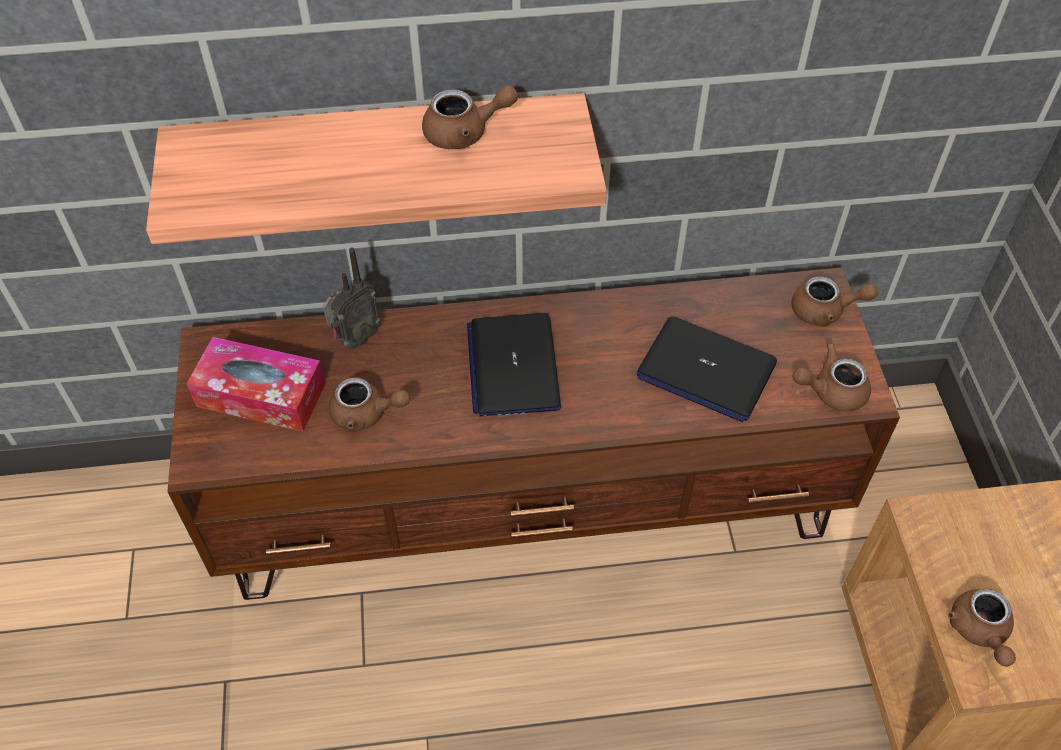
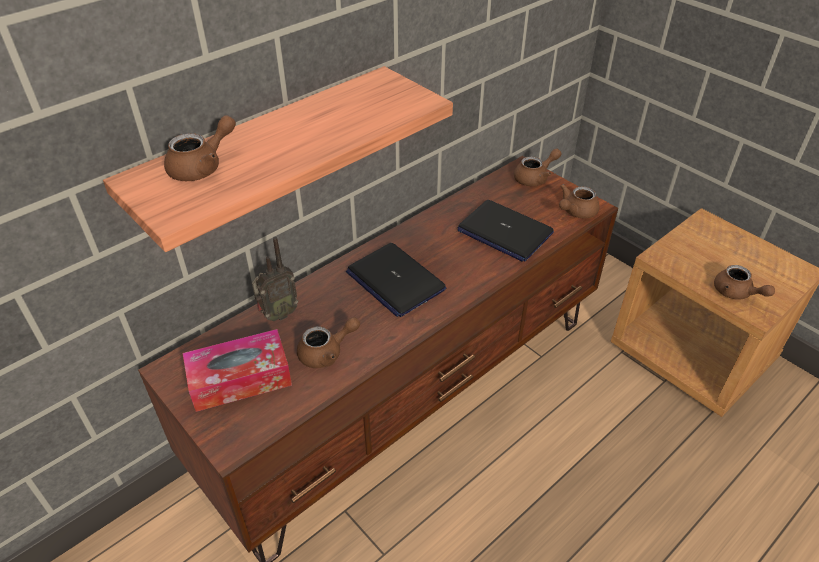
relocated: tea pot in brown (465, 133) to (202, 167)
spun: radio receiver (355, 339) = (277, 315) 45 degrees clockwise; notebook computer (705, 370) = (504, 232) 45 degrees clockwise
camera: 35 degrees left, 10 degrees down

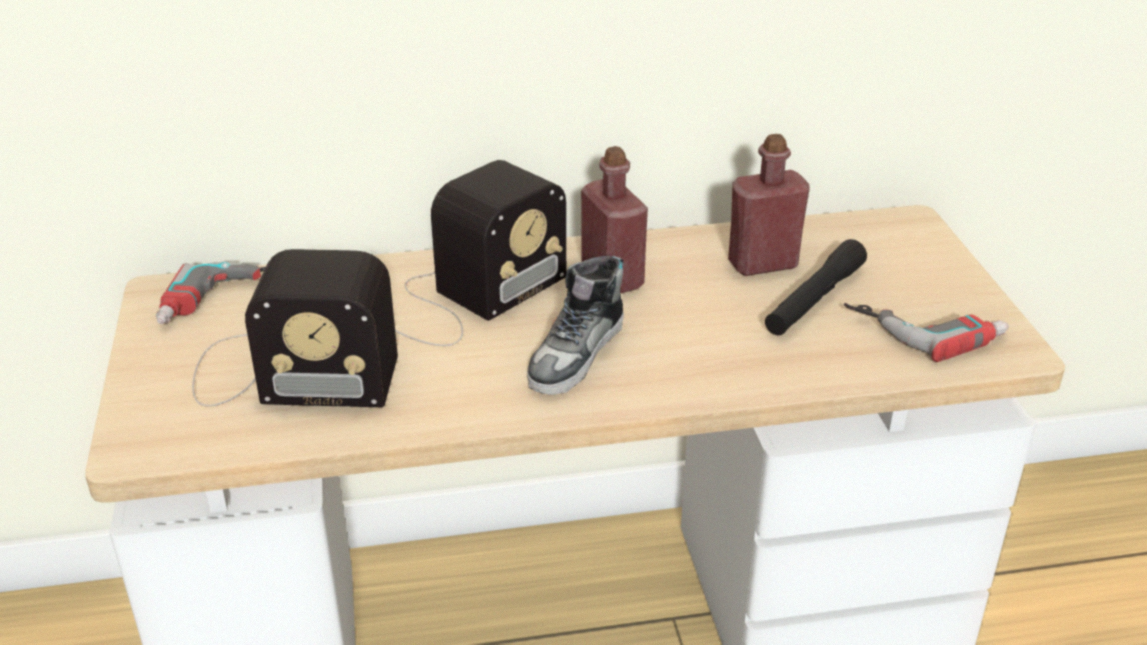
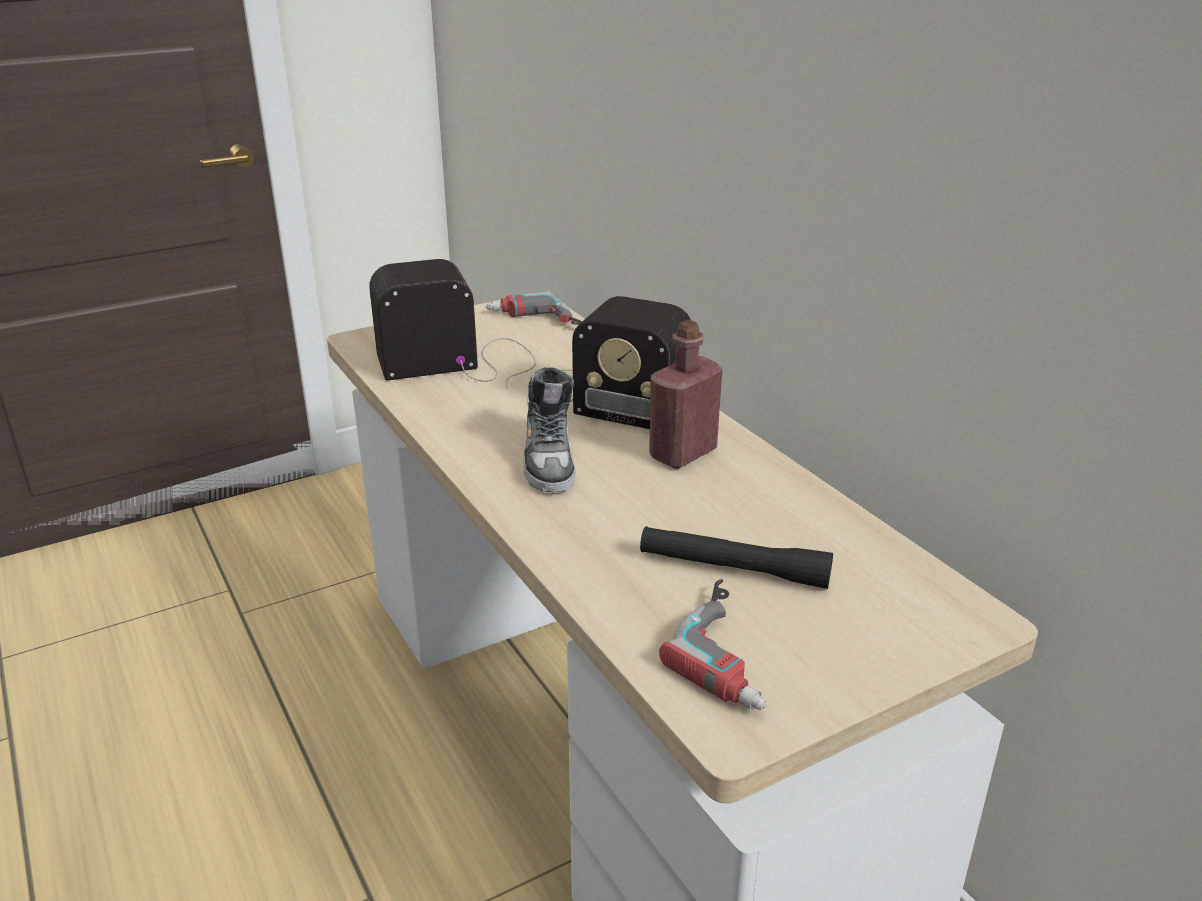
missing: beverage bottle in red-coloured (762, 264)
spun: radio receiver (287, 373) = (462, 361) 90 degrees clockwise; low shoe (577, 355) = (549, 459) 105 degrees counterclockwise
camera: 70 degrees right, 5 degrees down

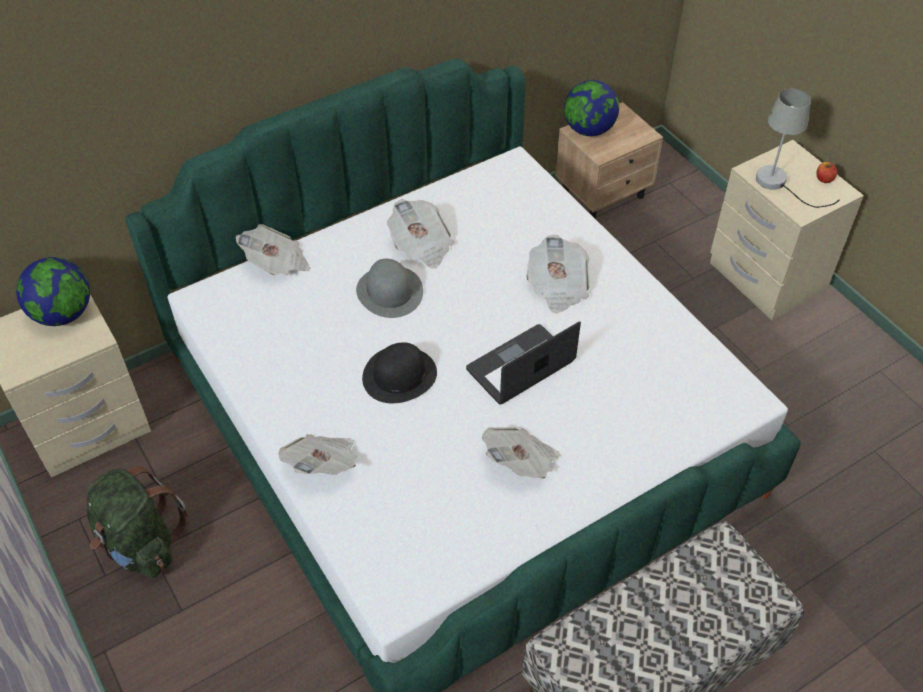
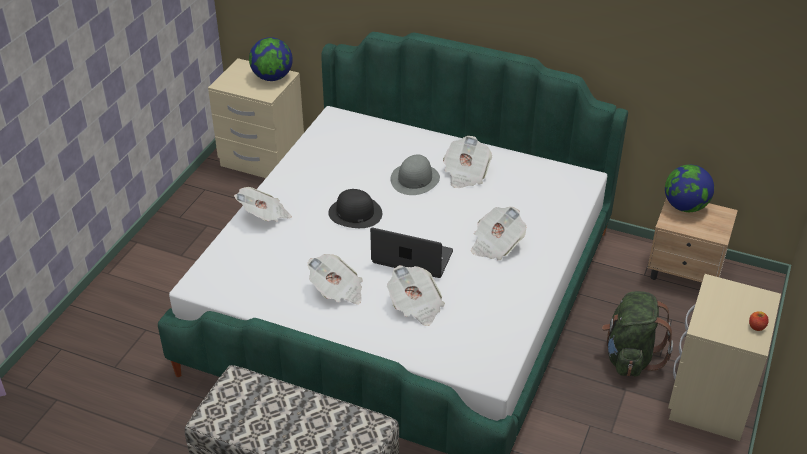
missing: lamp for a table in grey (779, 184)
relocated: rucksack in green-coloured (141, 544) to (630, 357); daily paper (277, 264) to (416, 306)
camera: 55 degrees right, 10 degrees down

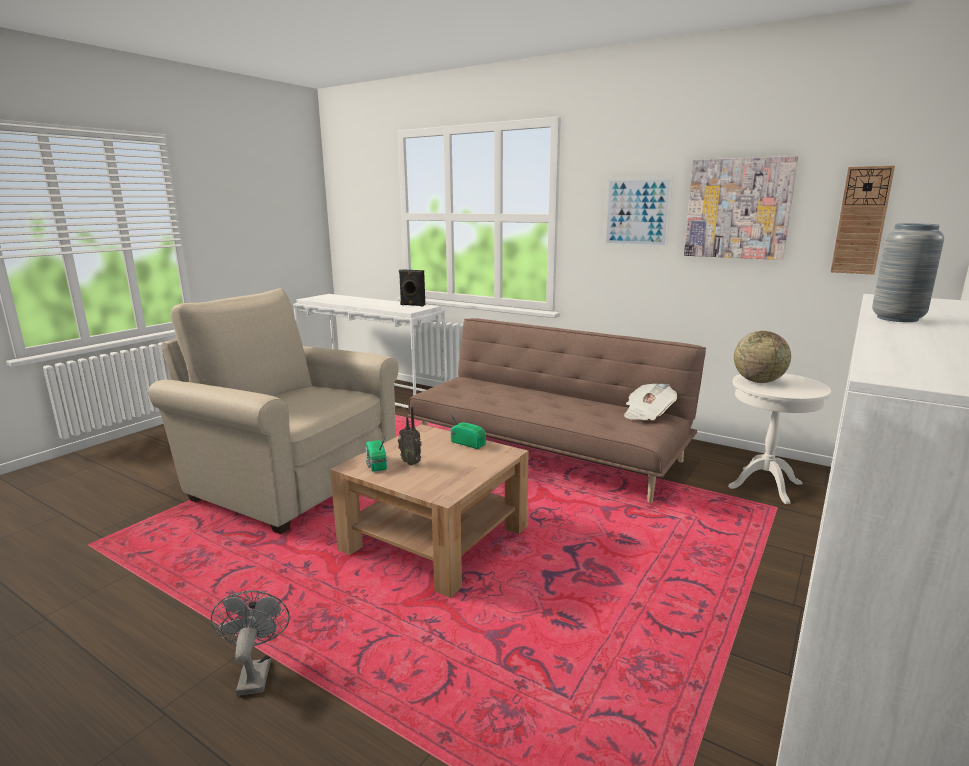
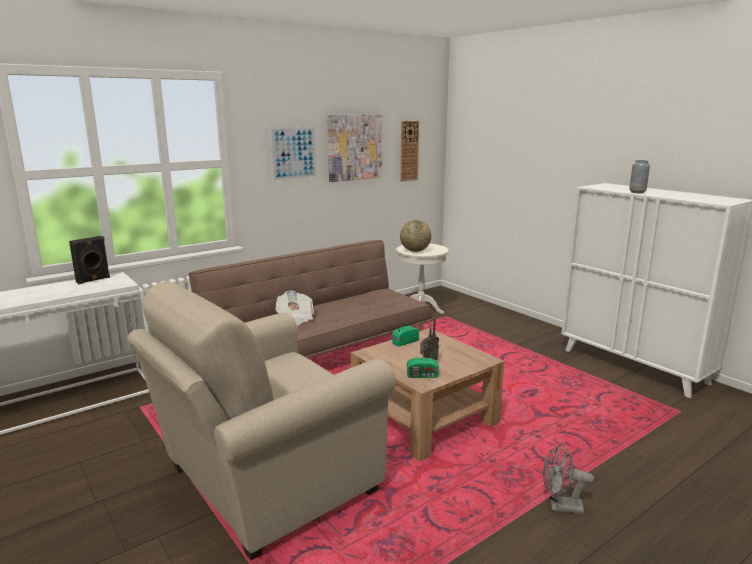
relocated: daily paper (647, 414) to (295, 318)
camera: 70 degrees left, 0 degrees up

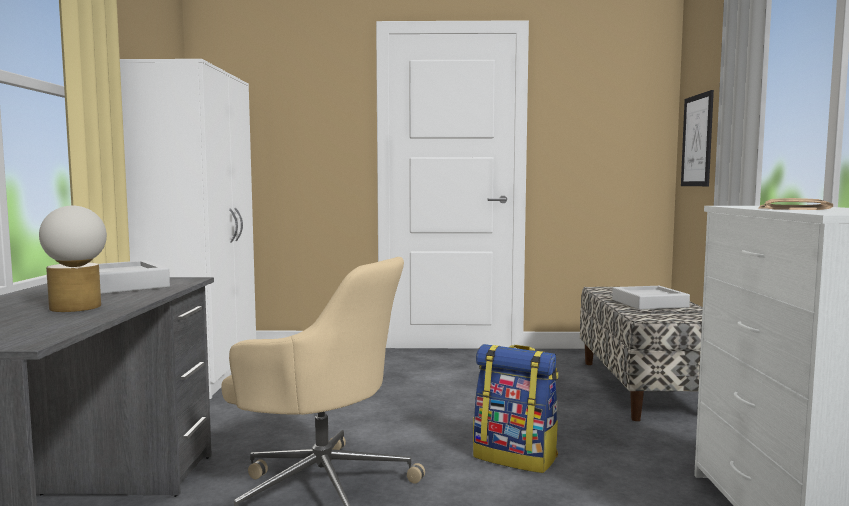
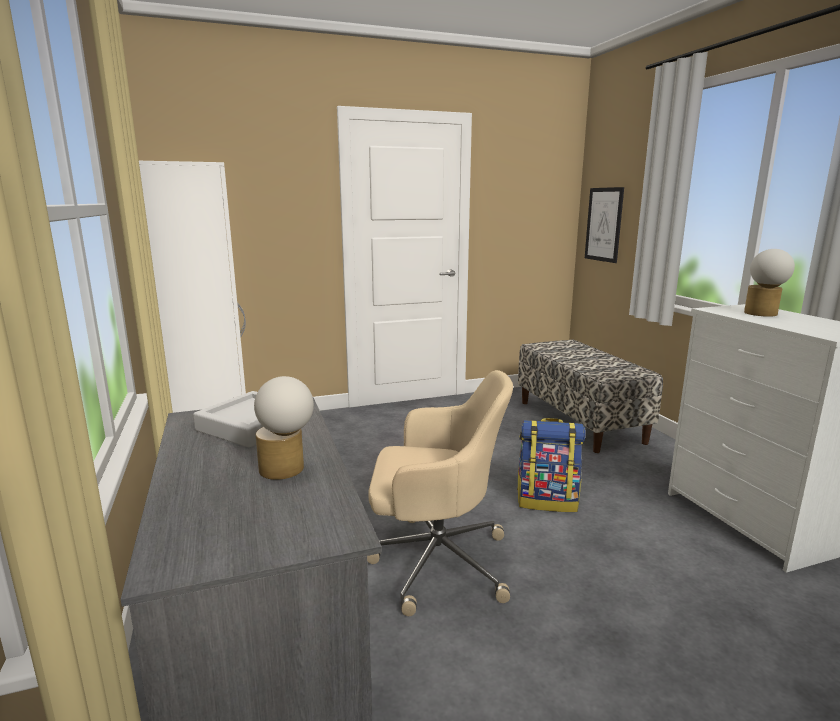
missing: carrying tray in grey (649, 303)
exchanged: daily paper (791, 207) to lamp for a table (762, 314)
camera: 20 degrees left, 10 degrees up

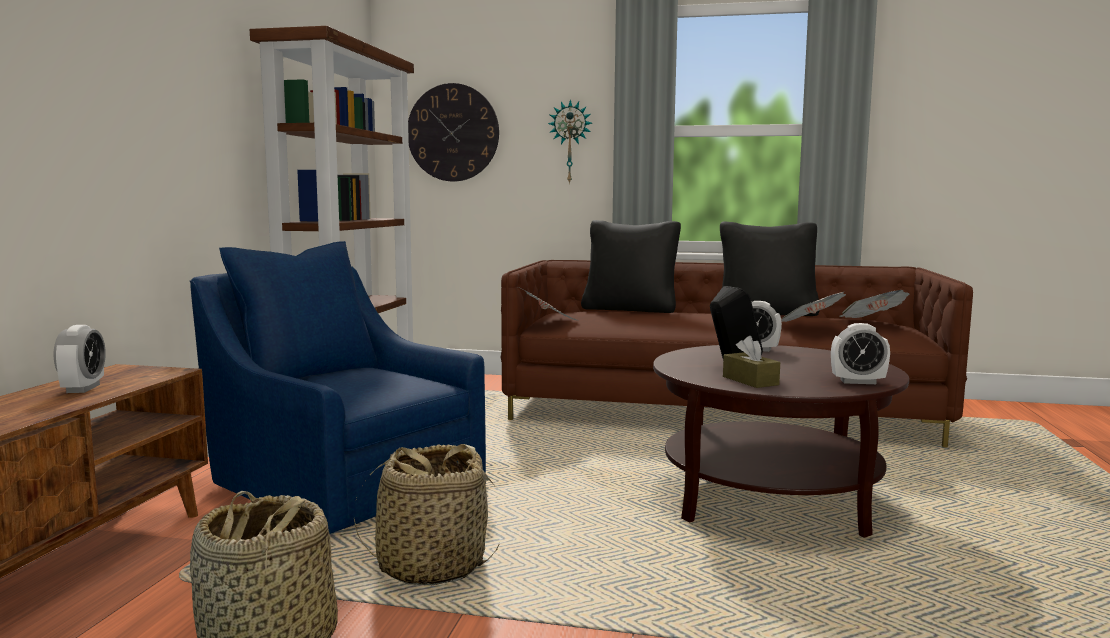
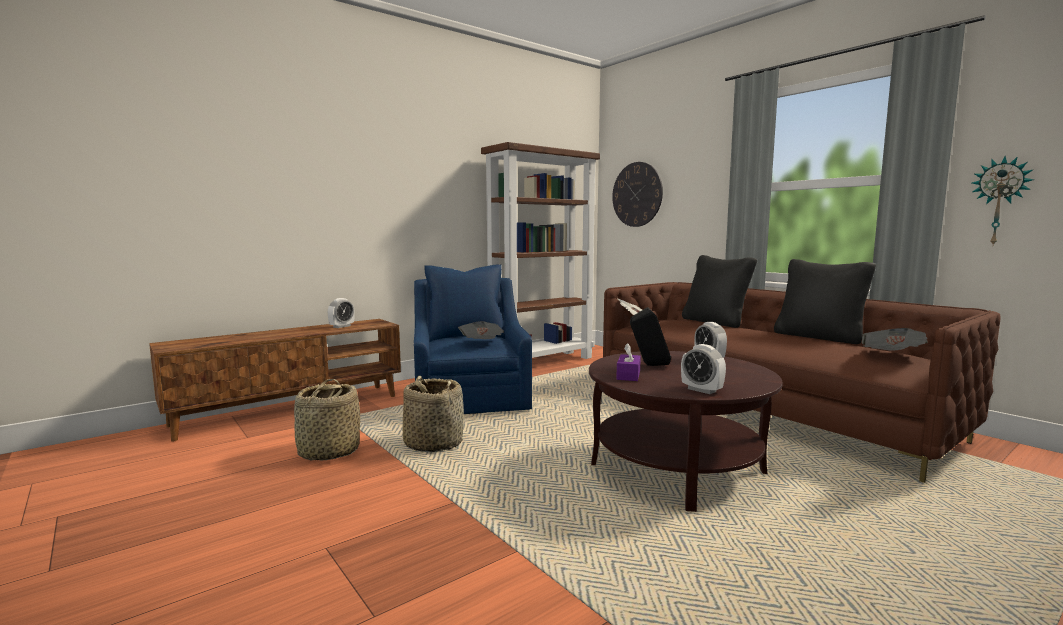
relocated: wall clock (570, 142) to (999, 201); daily paper (809, 325) to (482, 343)
colour: tissue box in brown (750, 381) to tissue box in purple (628, 375)
camera: 40 degrees right, 0 degrees up

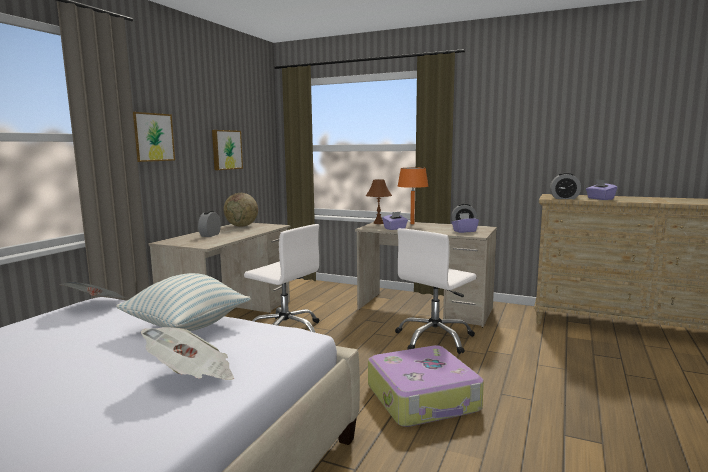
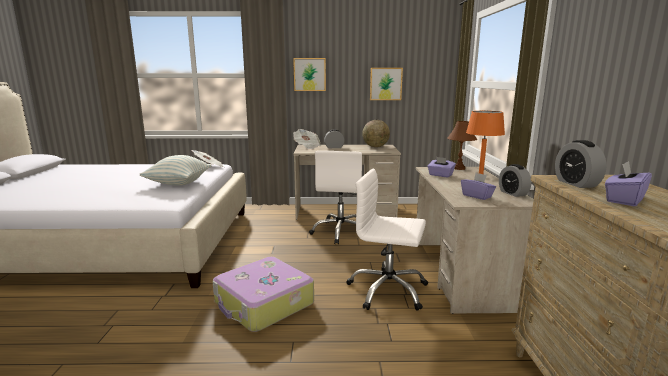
relocated: daily paper (192, 375) to (307, 147)
camera: 65 degrees right, 5 degrees up

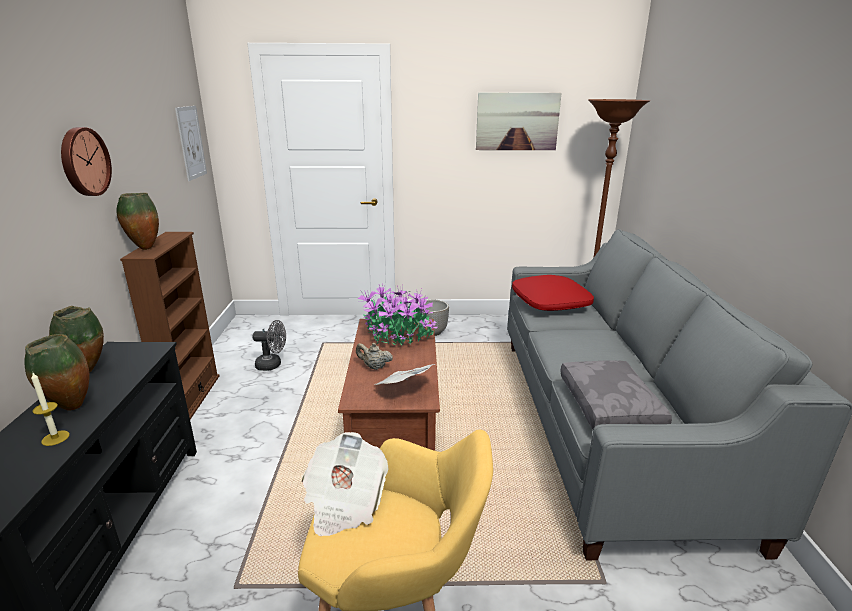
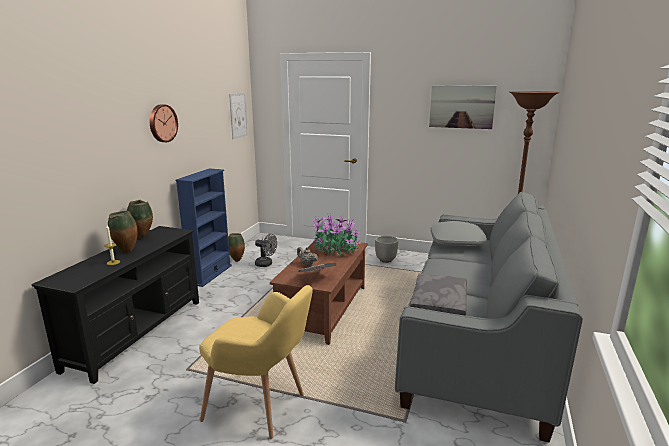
missing: daily paper (344, 502)
relocated: flower vase (144, 248) to (236, 260)
colour: shelving unit in brown (191, 397) to shelving unit in blue (210, 274); throw pillow in red-coloured (551, 302) to throw pillow in grey (457, 241)
camera: 20 degrees right, 5 degrees down

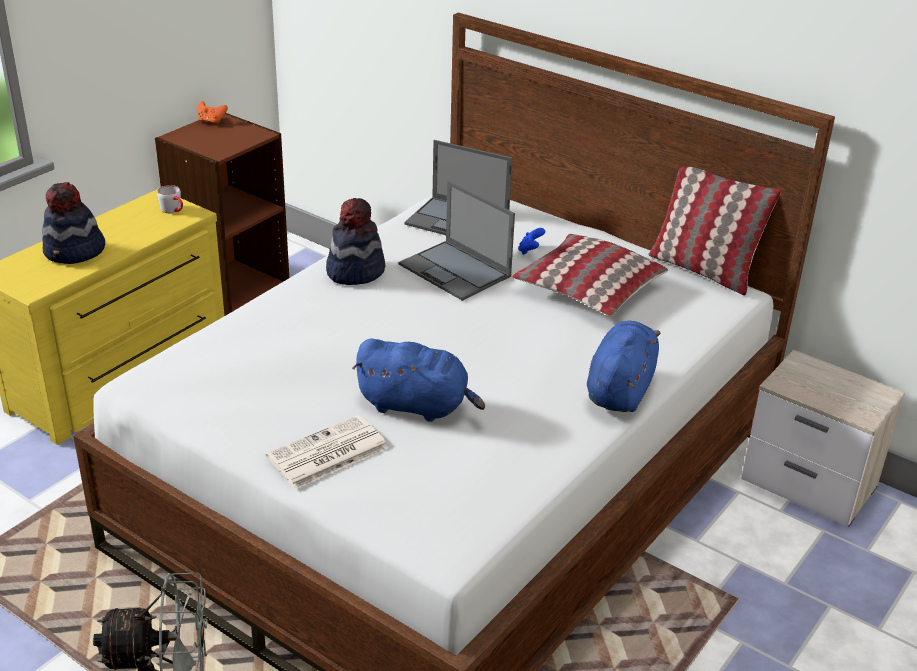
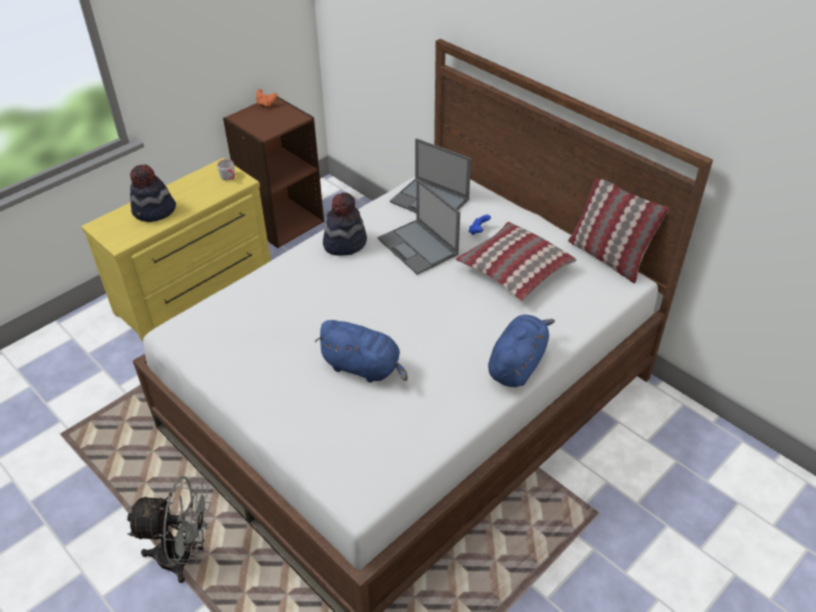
missing: daily paper (327, 454); nightstand (810, 485)
camera: 10 degrees right, 10 degrees up

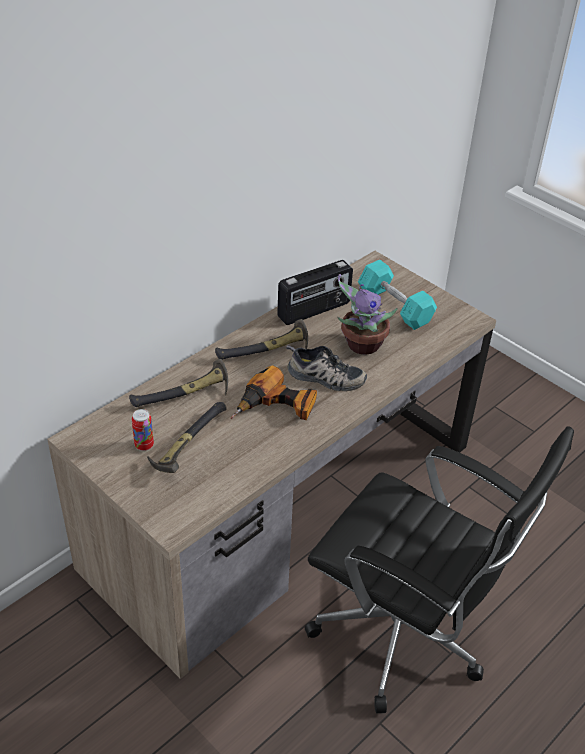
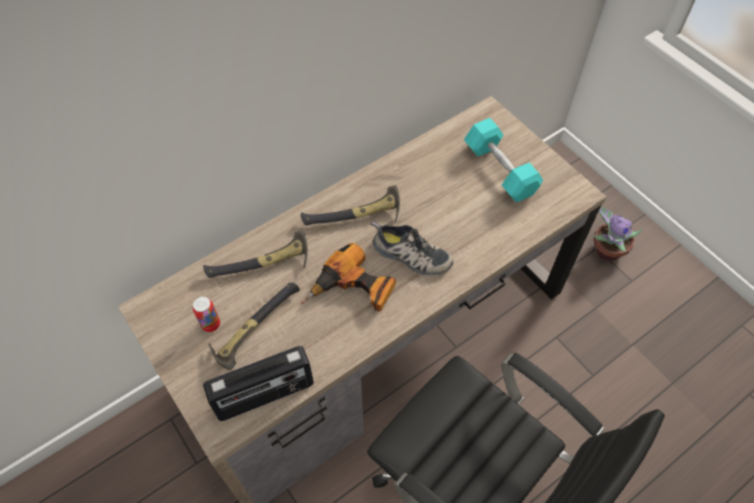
relocated: radio receiver (314, 310) to (265, 395); plant in a pot (361, 345) to (605, 250)
camera: 10 degrees right, 15 degrees up

